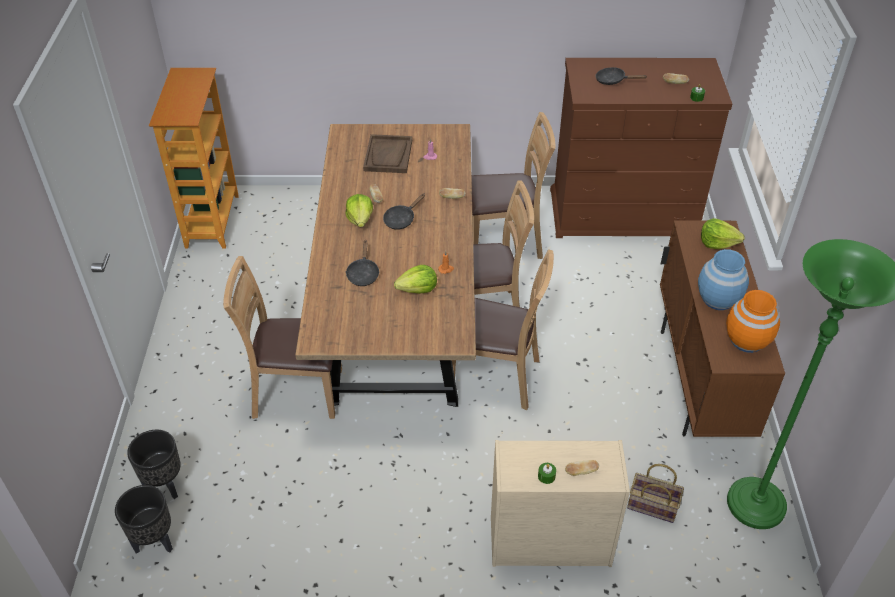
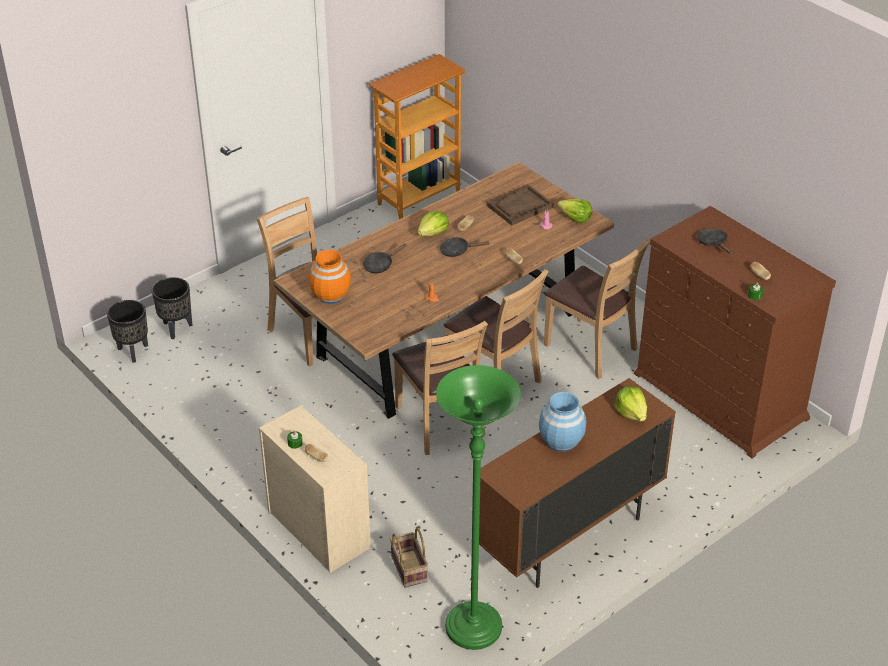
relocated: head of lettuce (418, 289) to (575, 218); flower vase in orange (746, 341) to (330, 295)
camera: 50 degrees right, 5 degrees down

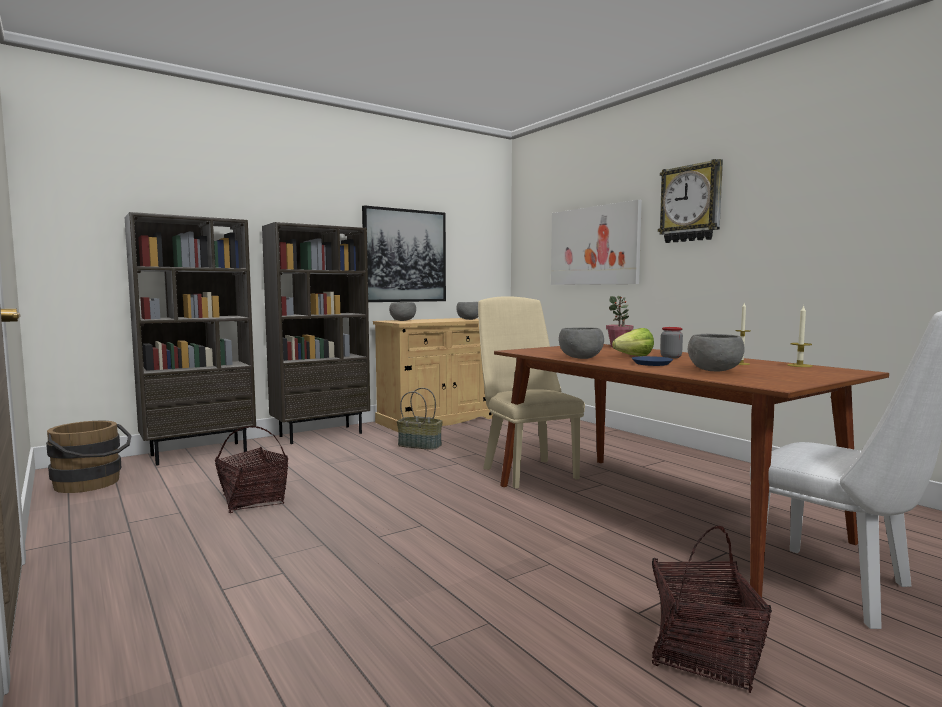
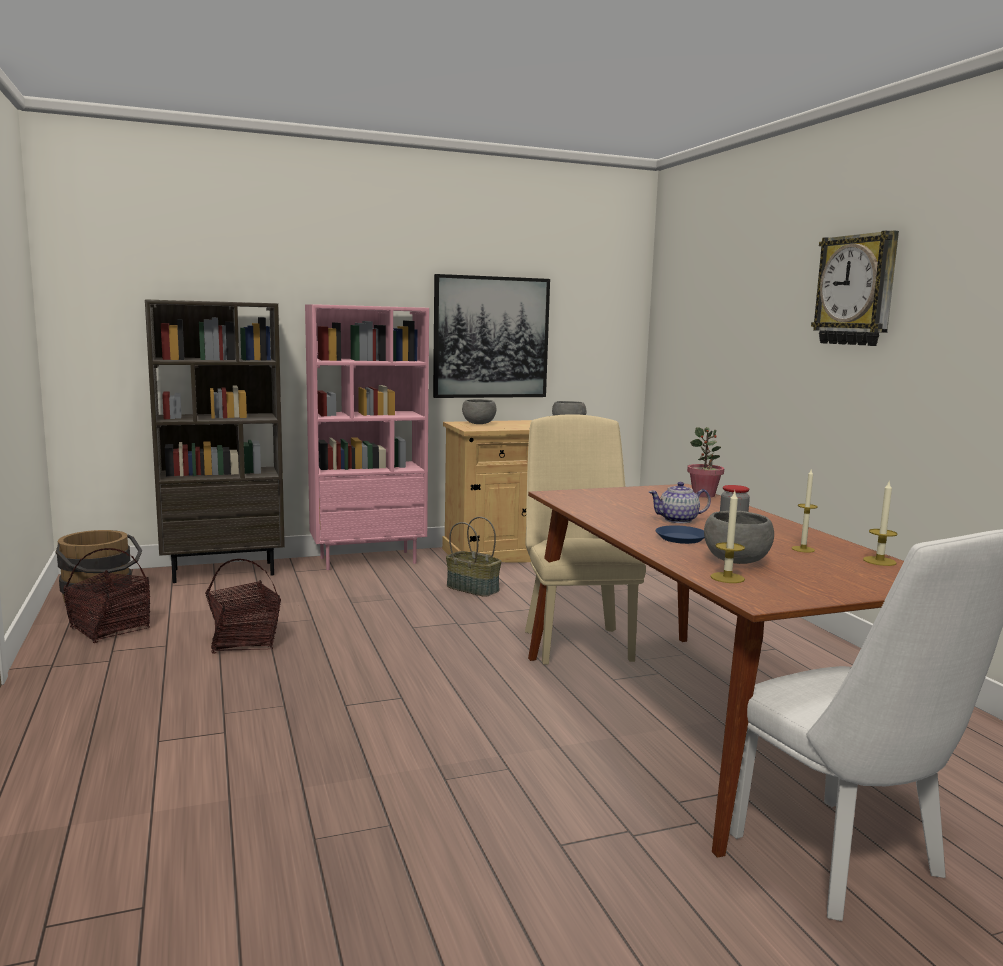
missing: wall picture (594, 246); deep dish in grey (581, 358)
appeared: wax light (727, 578)
relocated: storage basket (703, 654) to (109, 629)
exchanged: head of lettuce (630, 357) to tea pot (678, 520)
colour: shelving unit in brown (321, 434) to shelving unit in pink (368, 560)
camera: 15 degrees right, 5 degrees up

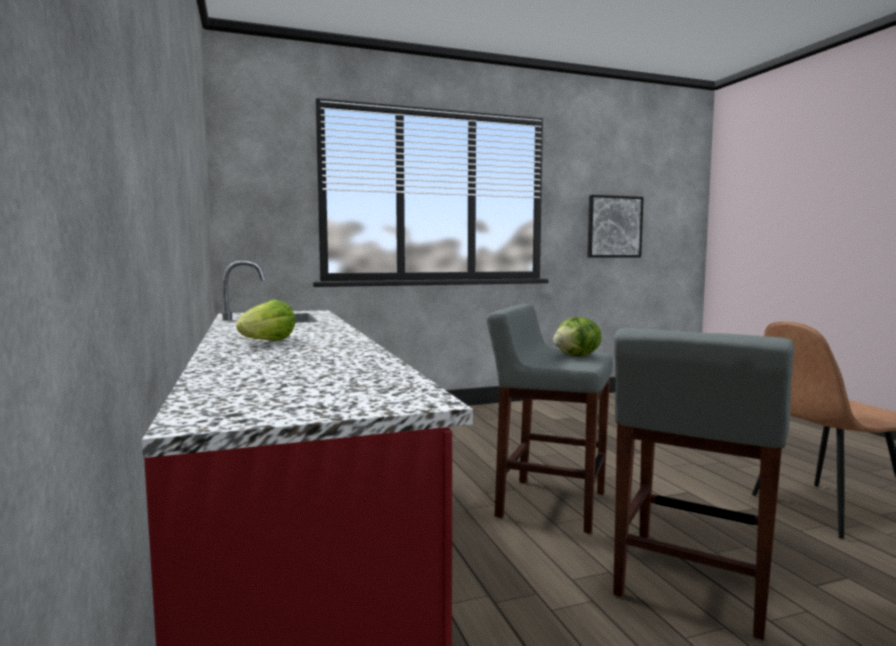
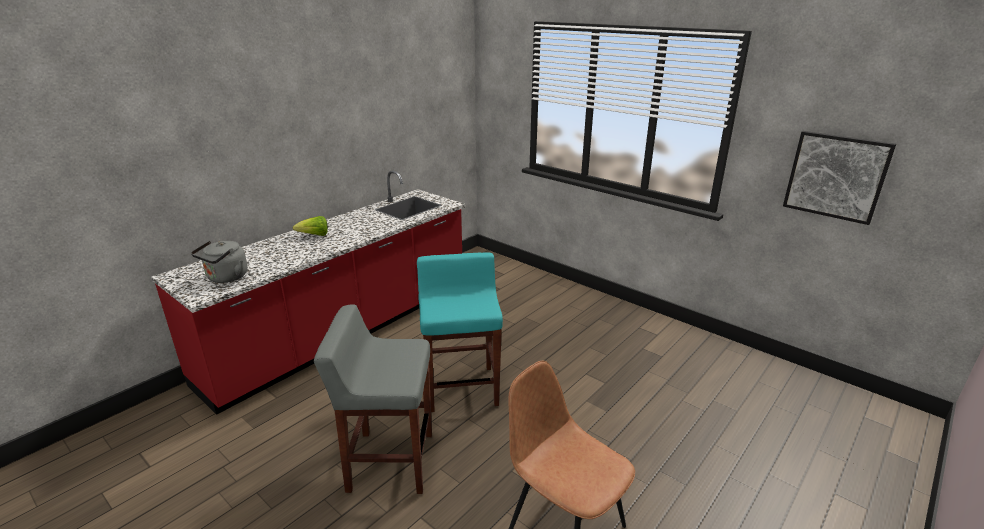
missing: head of lettuce (577, 356)
appeared: kettle in grey (226, 278)
colour: stool seat in grey (549, 504) to stool seat in turquoise-coloured (462, 387)
camera: 60 degrees right, 20 degrees up

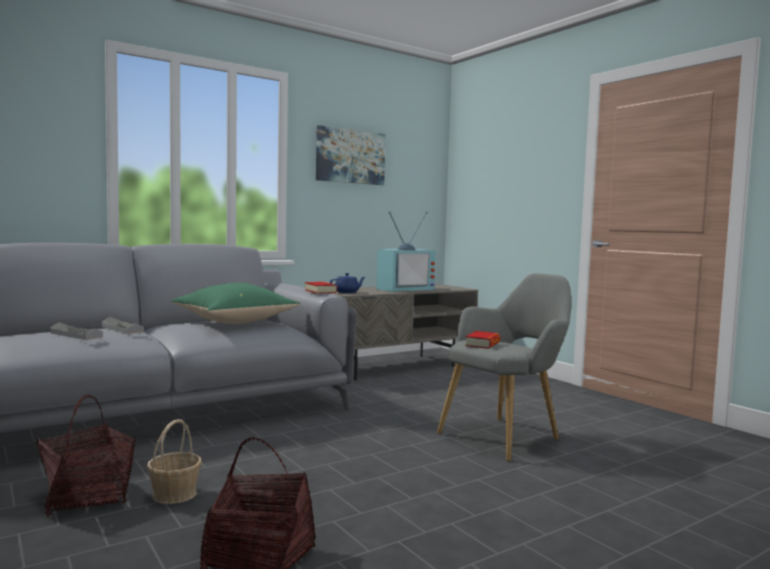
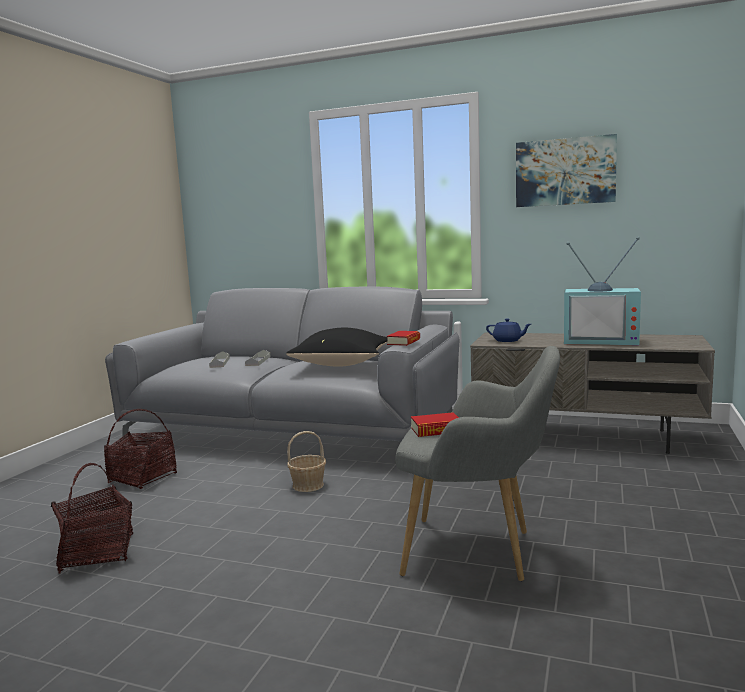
relocated: storage basket (175, 494) to (308, 485)
colour: throw pillow in green-coloured (235, 322) to throw pillow in black-coloured (343, 364)
camera: 55 degrees right, 5 degrees up

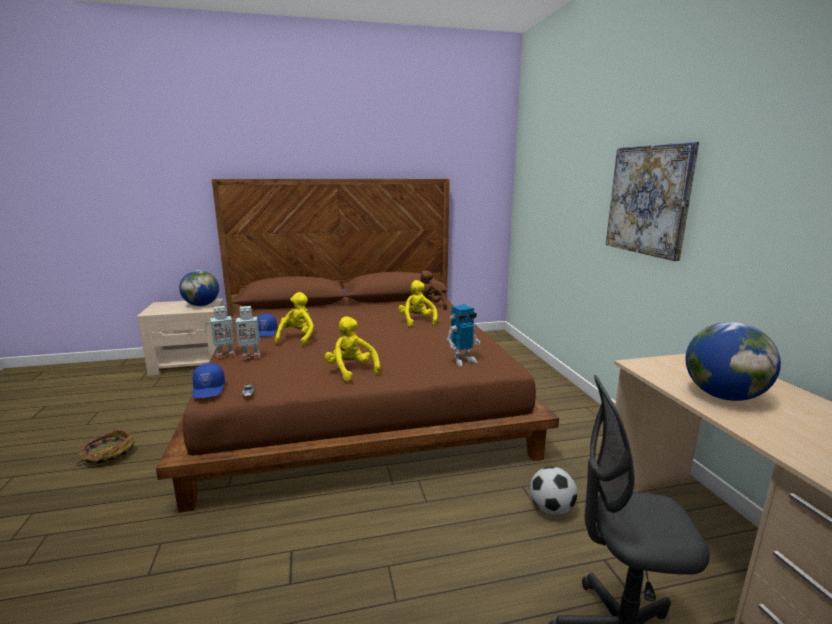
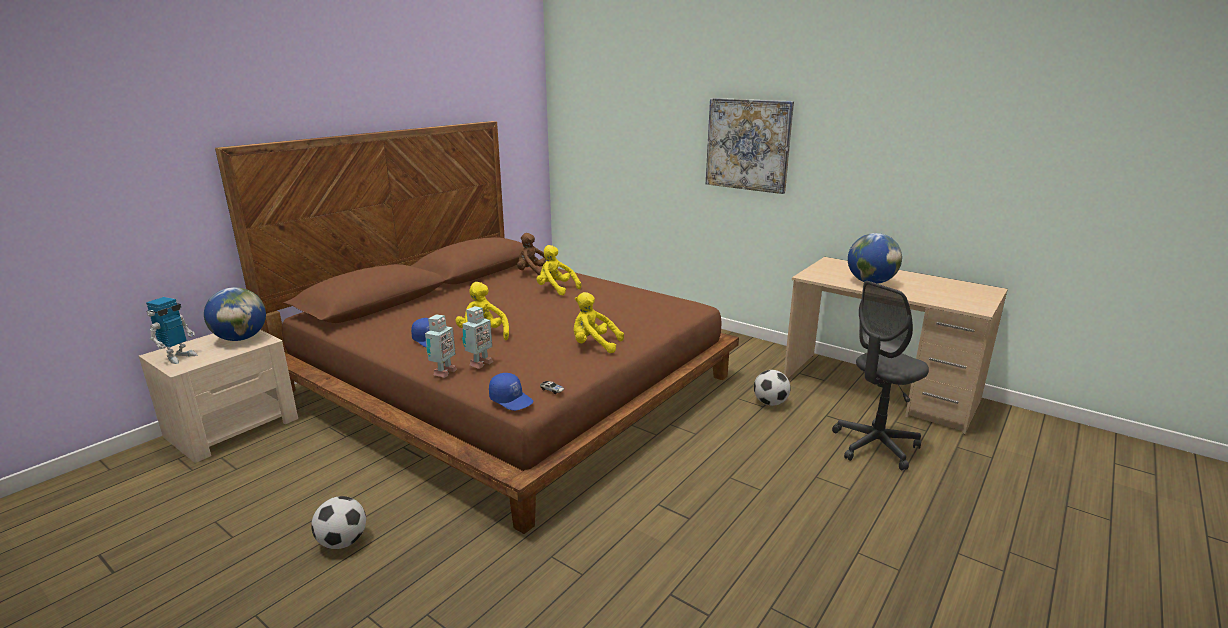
relocated: toy robot (462, 361) to (178, 357)
exchanged: storage basket (108, 456) to ball for football (343, 542)
camera: 40 degrees left, 5 degrees up

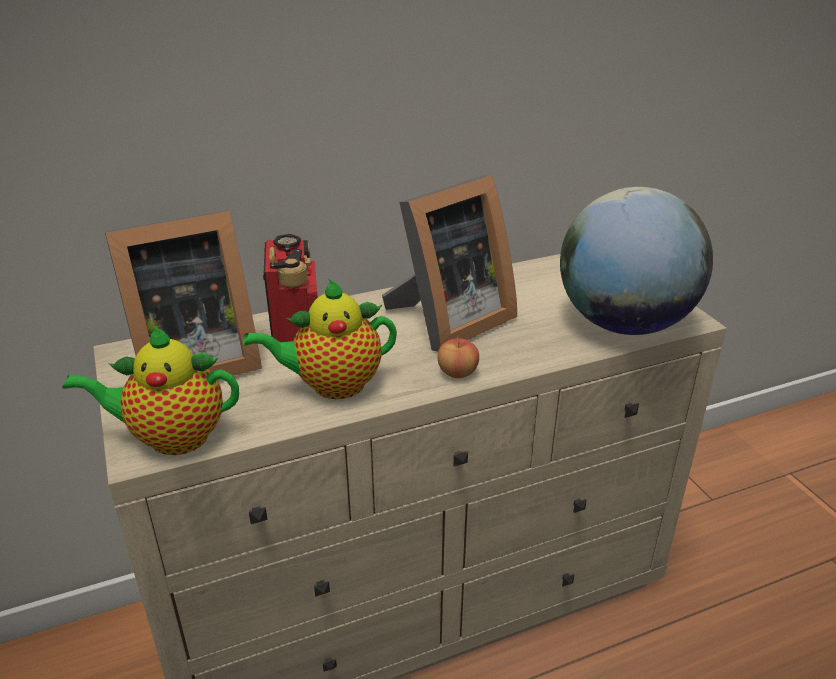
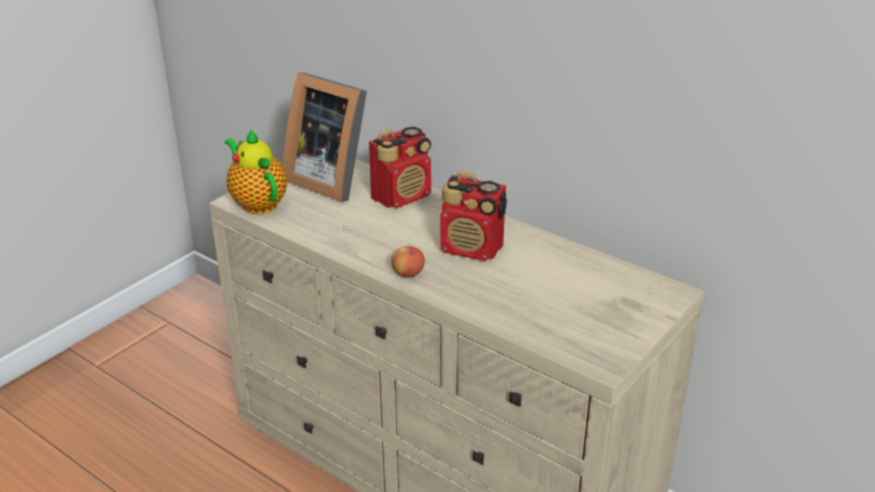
missing: tea pot (332, 385); world globe (623, 324)
exchanged: standing frame (447, 321) to radio receiver (472, 249)
camera: 60 degrees right, 0 degrees up

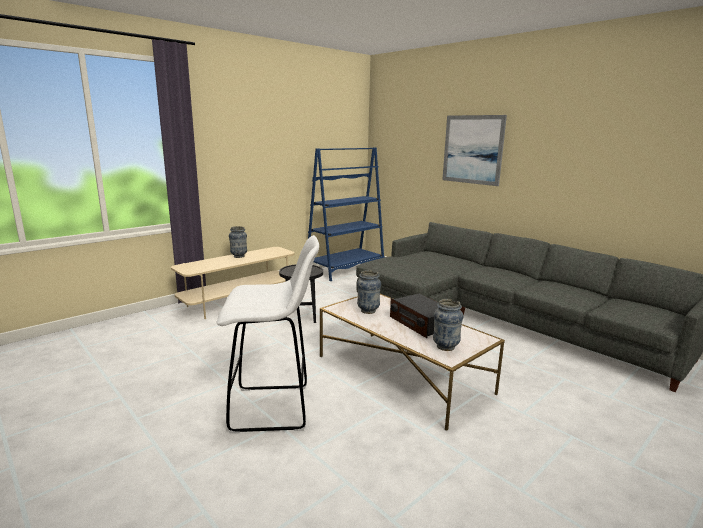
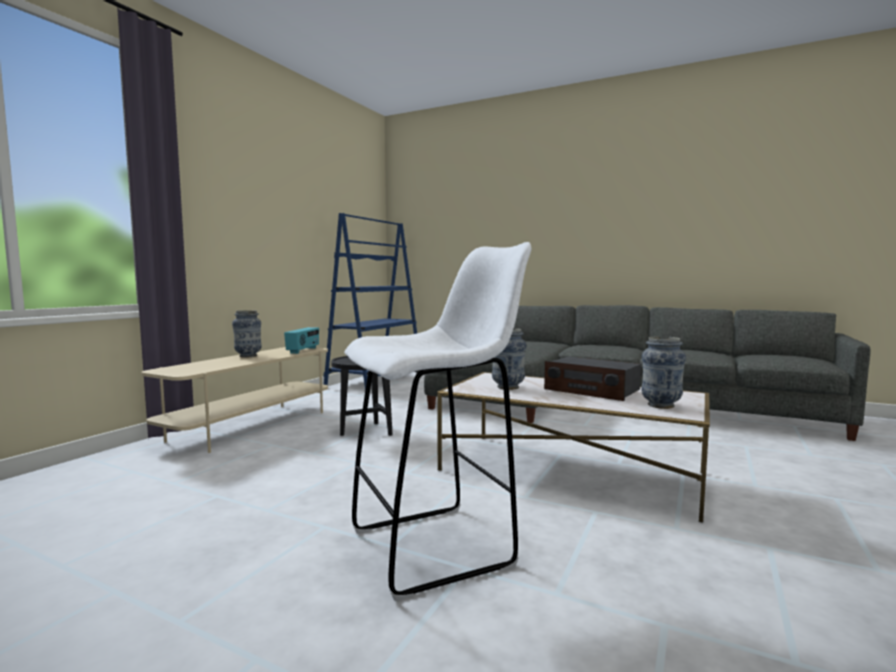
missing: wall picture (472, 149)
appeared: radio receiver (303, 350)
camera: 20 degrees left, 10 degrees down

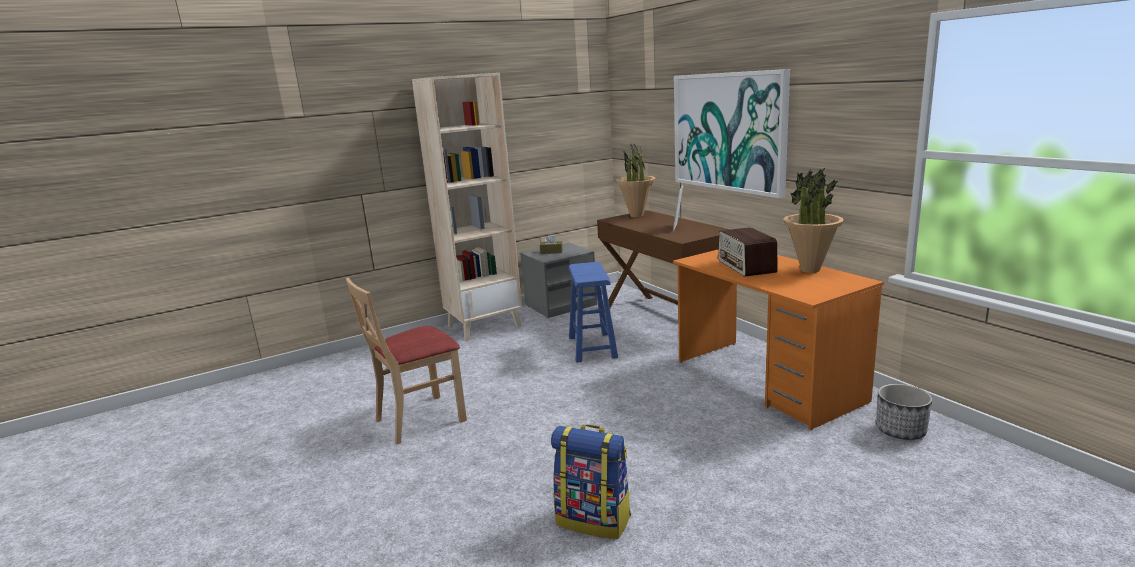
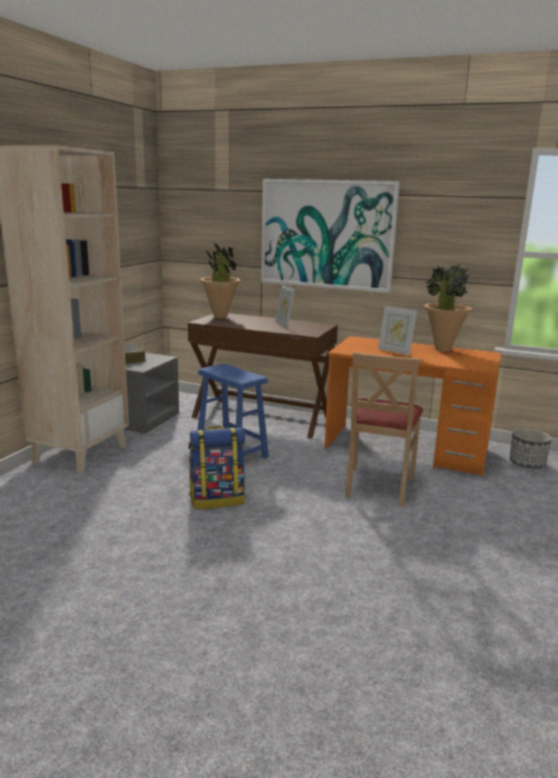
relocated: chair in sand-coloured (420, 419) to (378, 486); rucksack (594, 519) to (217, 499)
exchanged: radio receiver (746, 266) to standing frame (395, 351)
camera: 40 degrees left, 0 degrees up

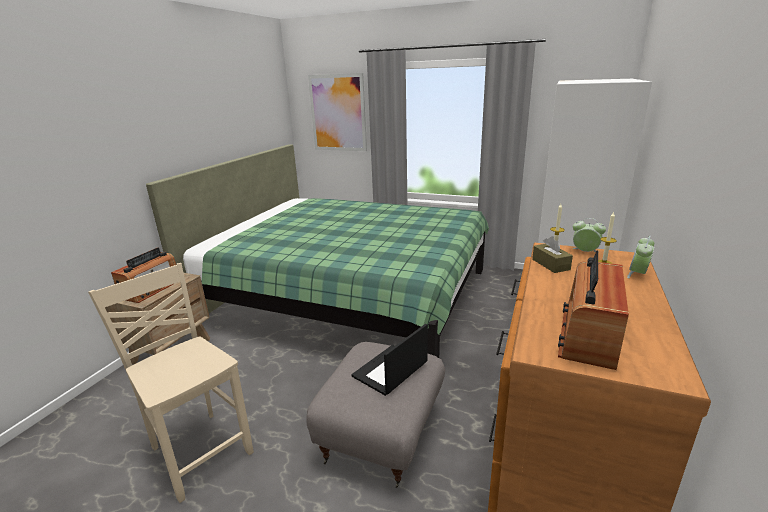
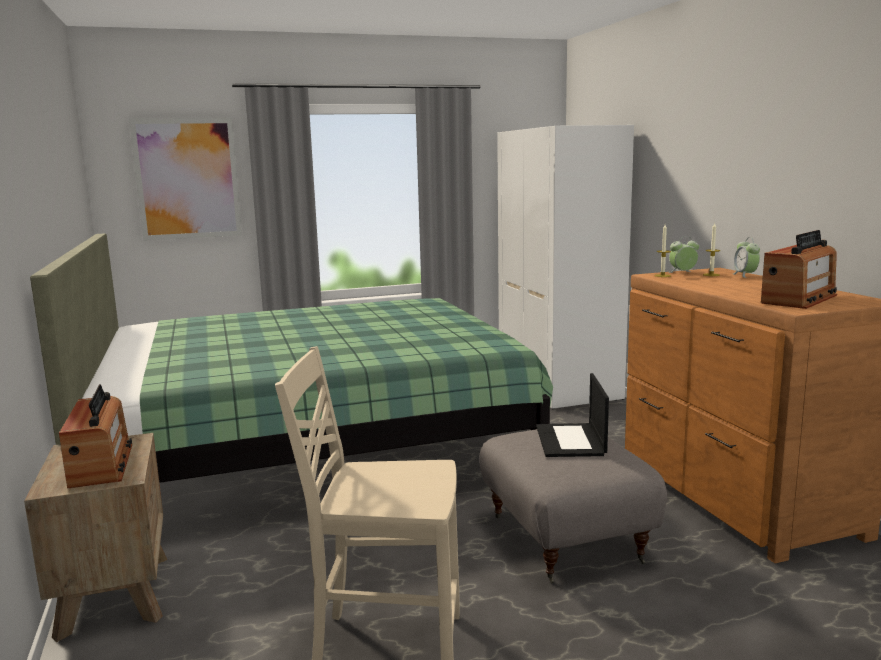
missing: tissue box in brown (550, 264)
spun: radio receiver (588, 334) = (799, 299) 120 degrees counterclockwise
camera: 40 degrees left, 10 degrees down

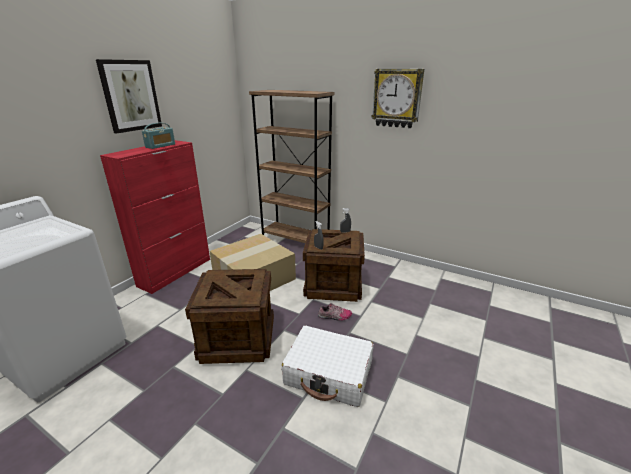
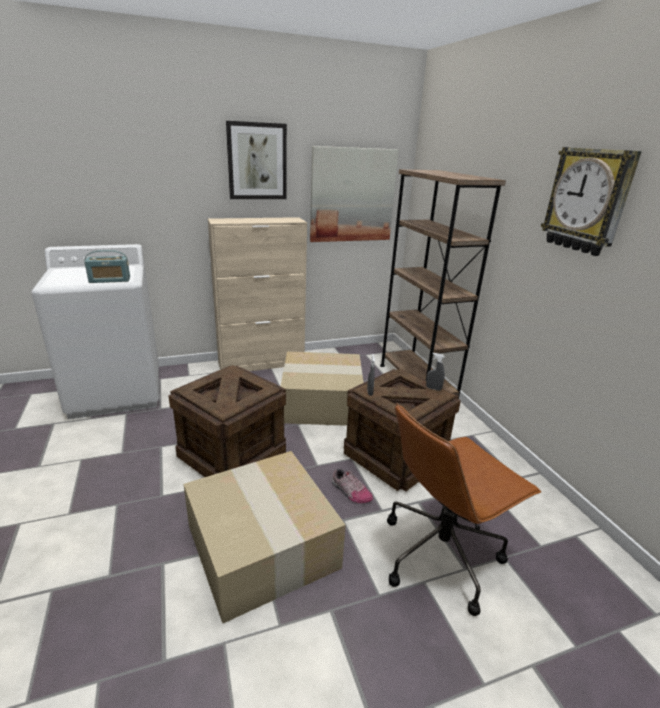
appeared: wall picture (352, 195); desk chair in brown (441, 554)
relocated: radio receiver (160, 146) to (110, 280)
exchanged: piece of luggage in white-coloured (329, 373) to cardboard box (264, 547)
colour: storage cabinet in red-coloured (176, 272) to storage cabinet in sand-coloured (262, 363)
camera: 40 degrees right, 0 degrees up

